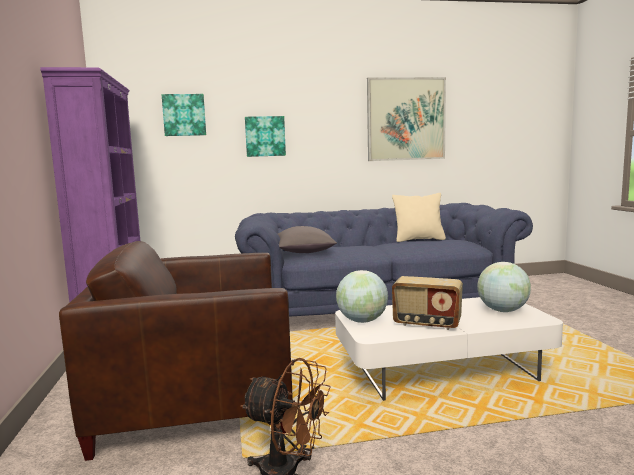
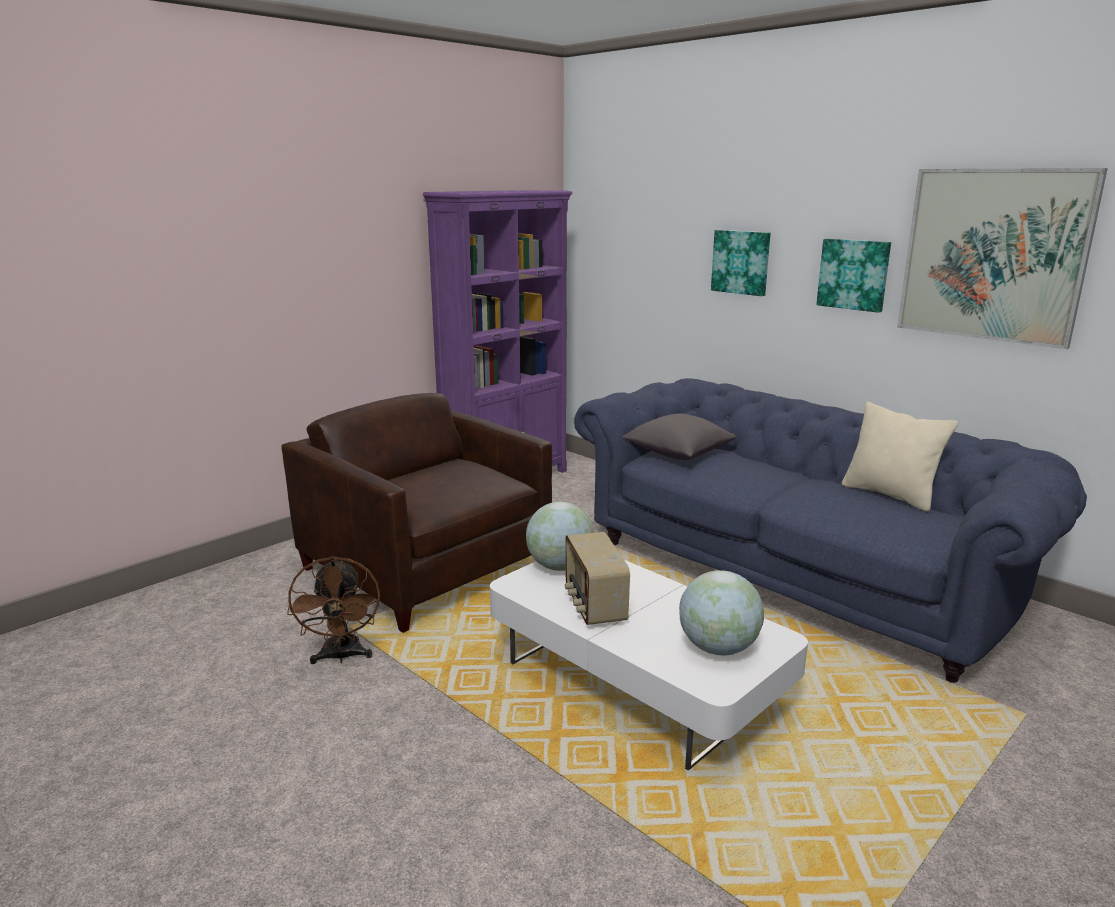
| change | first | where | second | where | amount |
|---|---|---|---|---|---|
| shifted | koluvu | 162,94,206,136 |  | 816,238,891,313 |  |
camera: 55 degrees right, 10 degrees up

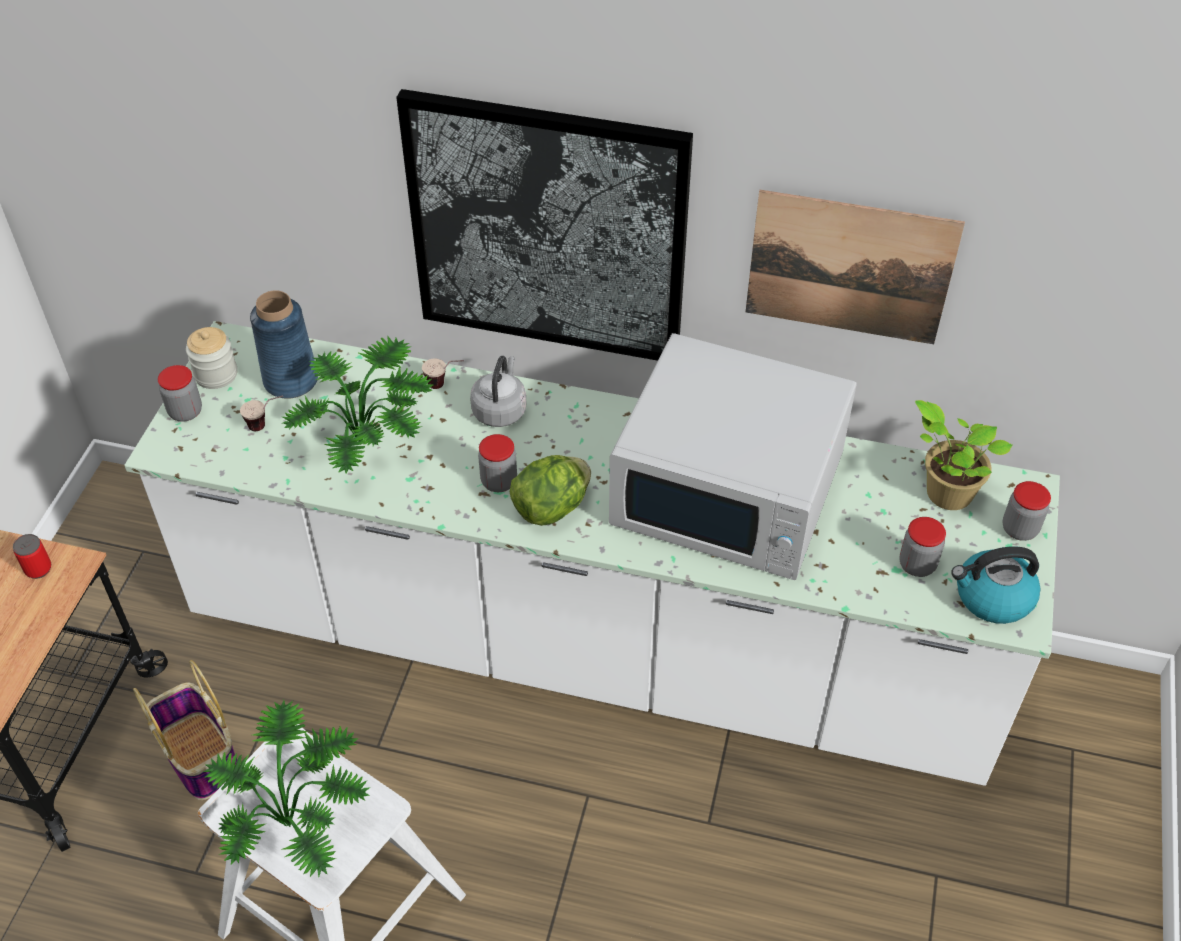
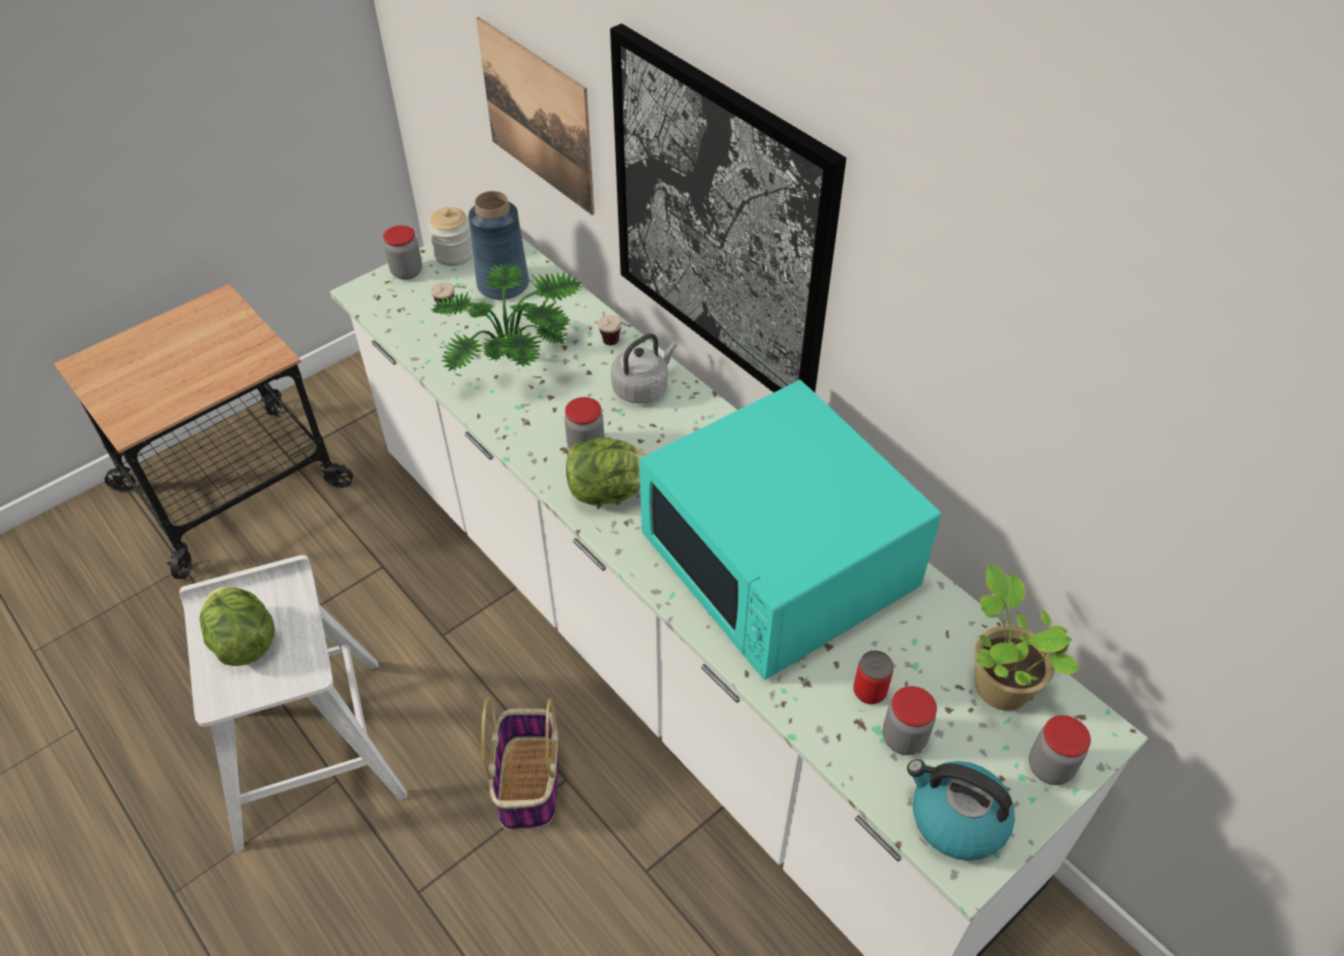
| change | first | where | second | where | amount |
|---|---|---|---|---|---|
| shifted | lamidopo | 13,534,51,579 |  | 853,651,893,704 |  |
| shifted | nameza | 133,660,237,800 |  | 481,697,559,830 |  |
| shifted | koluvu | 746,190,965,344 |  | 476,17,595,215 |  |
| swapped | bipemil | 203,700,369,877 | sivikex | 200,586,275,666 |  |
| repainted | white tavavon | 609,333,857,580 | turquoise tavavon | 639,380,941,680 |  |
camera: 35 degrees right, 0 degrees up

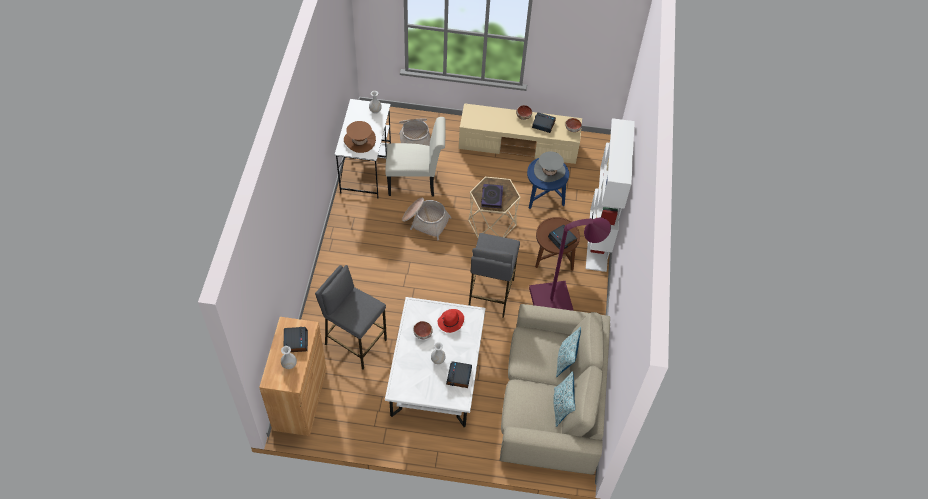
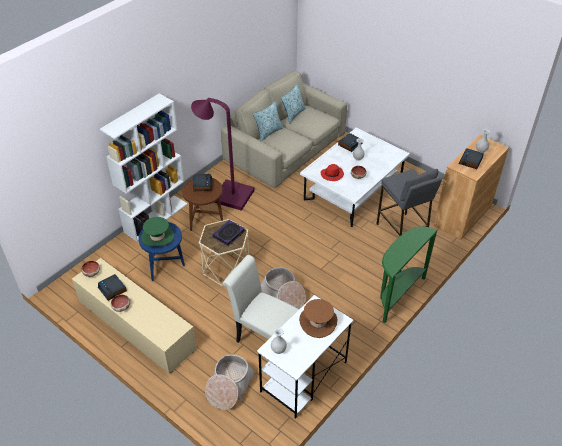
| change | first | where | second | where | amount |
|---|---|---|---|---|---|
| gone | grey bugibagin | 469,233,520,318 |  |  |  |
| new |  |  | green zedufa | 380,226,438,323 |  |
| repainted | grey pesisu | 534,151,566,182 | green pesisu | 141,217,174,246 |  |
camera: 145 degrees left, 10 degrees down

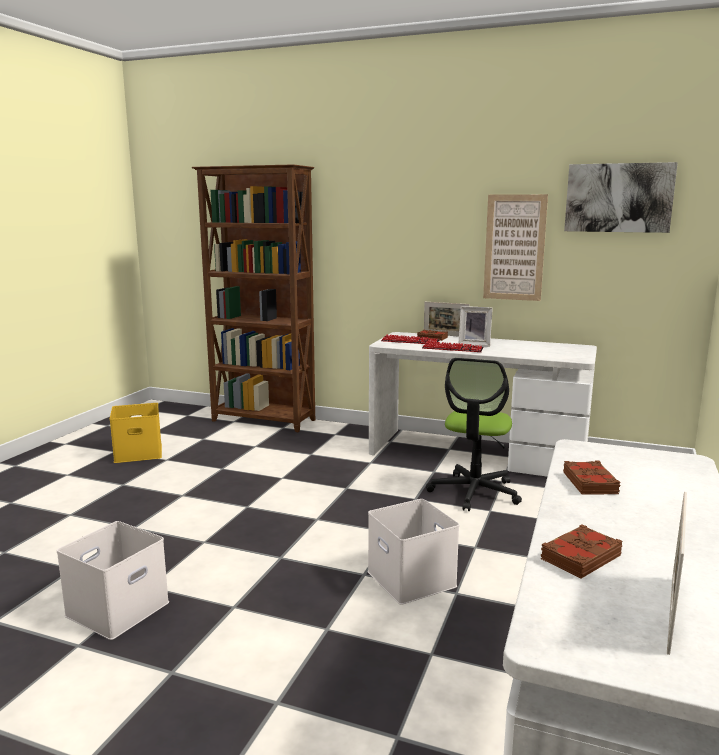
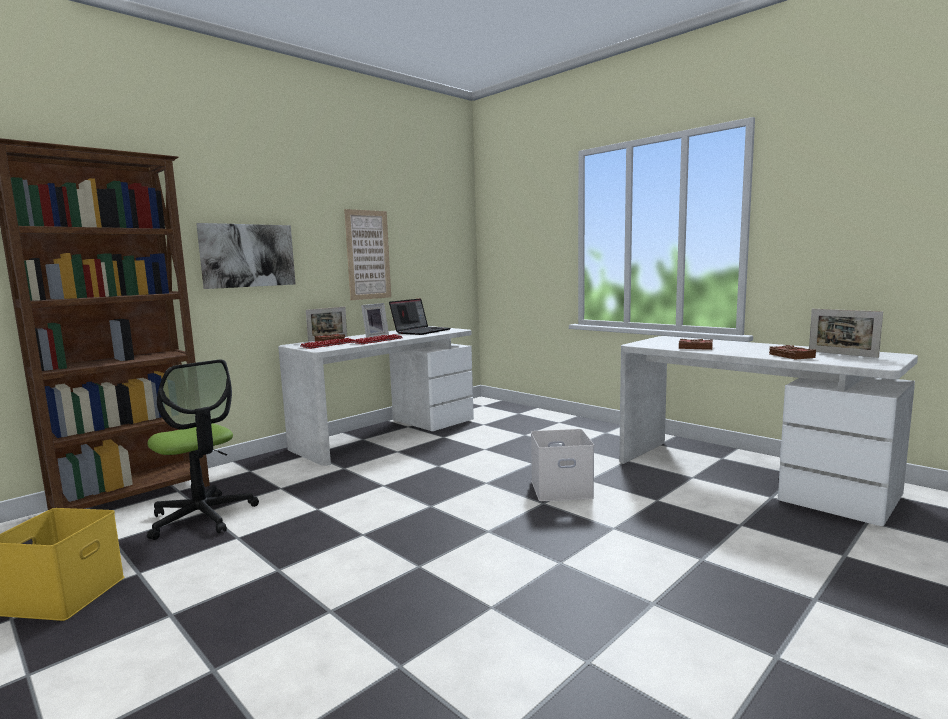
| change | first | where | second | where | amount |
|---|---|---|---|---|---|
| gone | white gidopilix | 57,521,169,640 |  |  |  |
| new |  |  | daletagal | 389,298,451,335 |  |
| shifted | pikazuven | 426,358,522,511 |  | 147,359,259,540 |  |
| shifted | koluvu | 564,162,678,233 |  | 196,223,296,289 |  |
camera: 65 degrees left, 5 degrees down

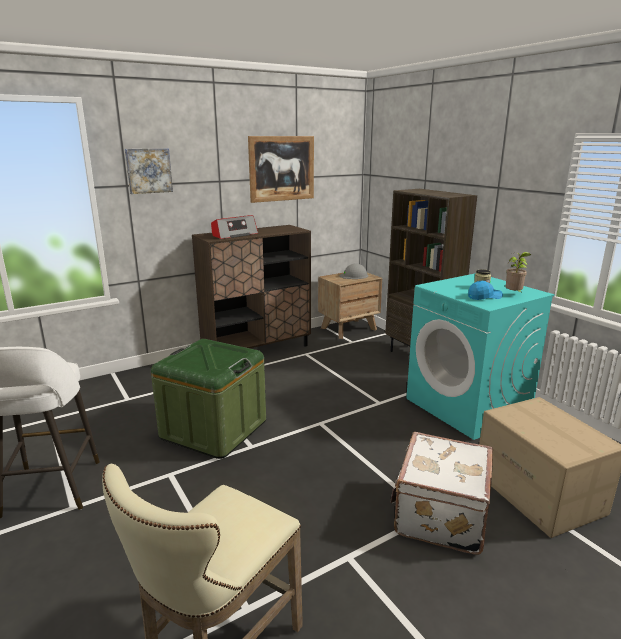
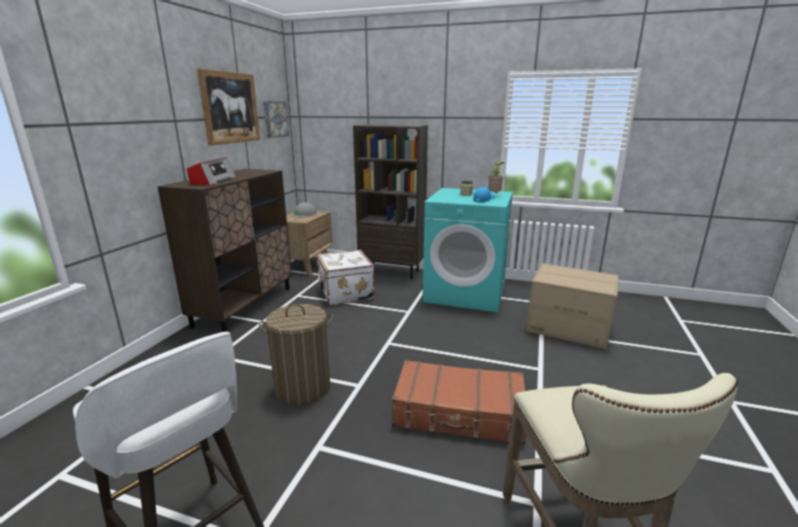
| change | first | where | second | where | amount |
|---|---|---|---|---|---|
| new |  |  | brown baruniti | 392,360,527,445 |  |
| shifted | koluvu | 125,148,173,194 |  | 263,101,289,138 |  |
| shifted | white baruniti | 391,432,493,555 |  | 316,250,375,305 |  |
| swapped | green gidopilix | 151,339,266,459 | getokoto | 259,304,333,405 |  |
camera: 40 degrees left, 0 degrees up

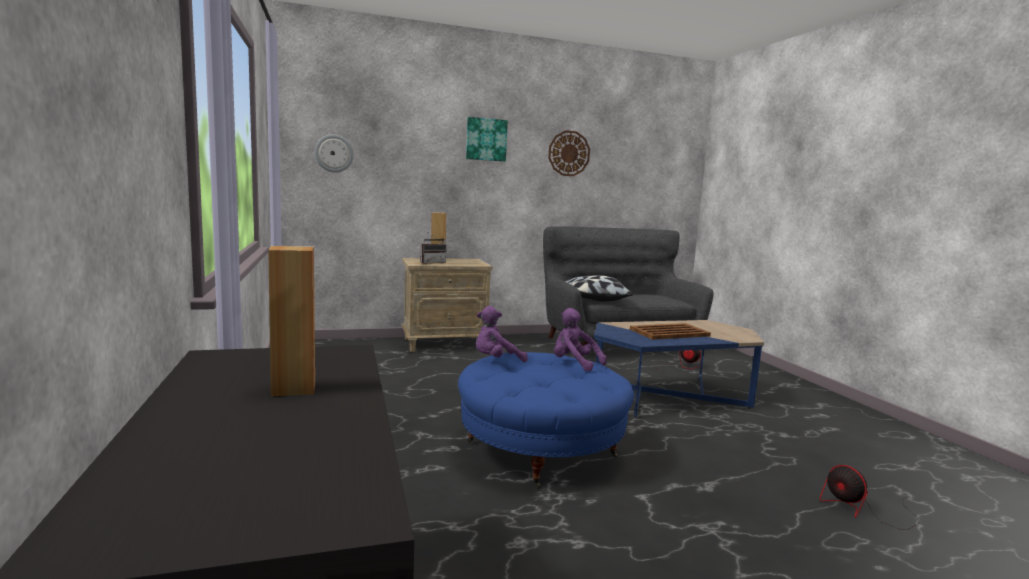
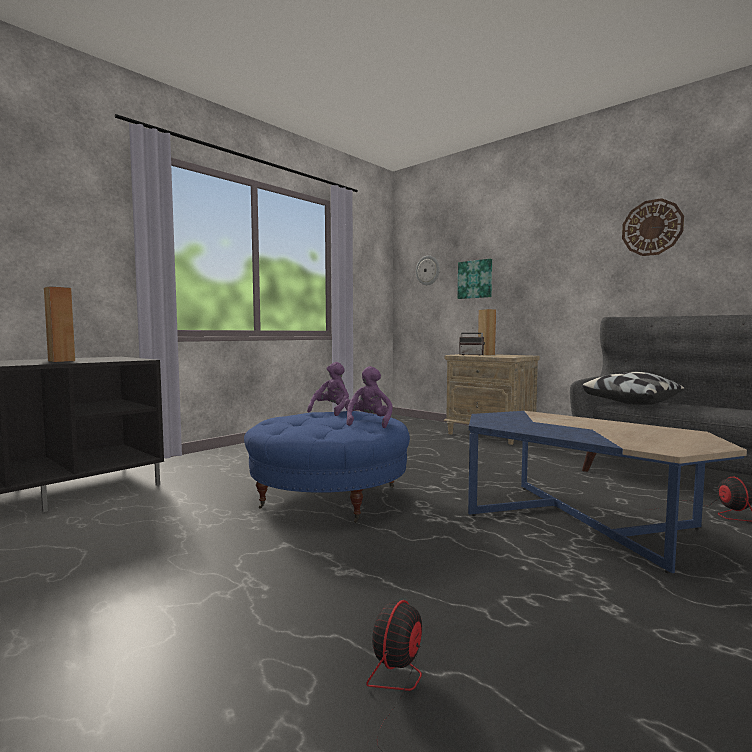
| change | first | where | second | where | amount |
|---|---|---|---|---|---|
| gone | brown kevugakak | 630,323,711,340 |  |  |  |
| shifted | koluvu | 466,117,508,162 |  | 458,259,492,299 |  |
| rotated | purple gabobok | 476,306,528,362 |  | 307,362,349,416 | 75 degrees clockwise |
camera: 60 degrees right, 5 degrees down

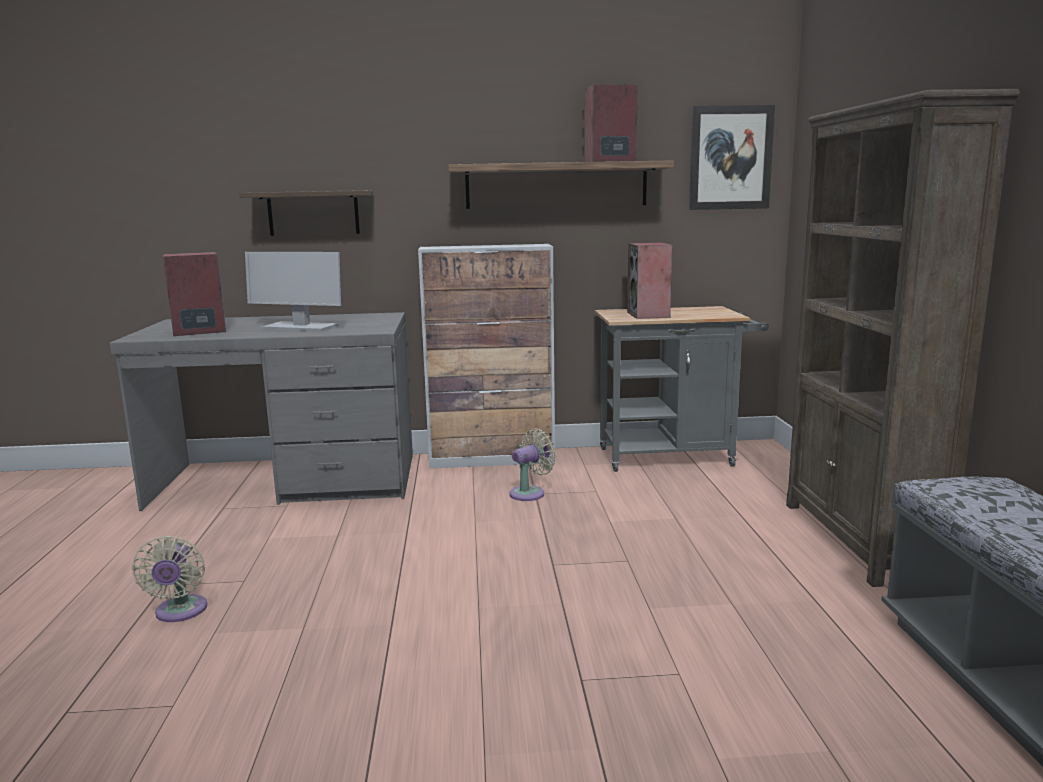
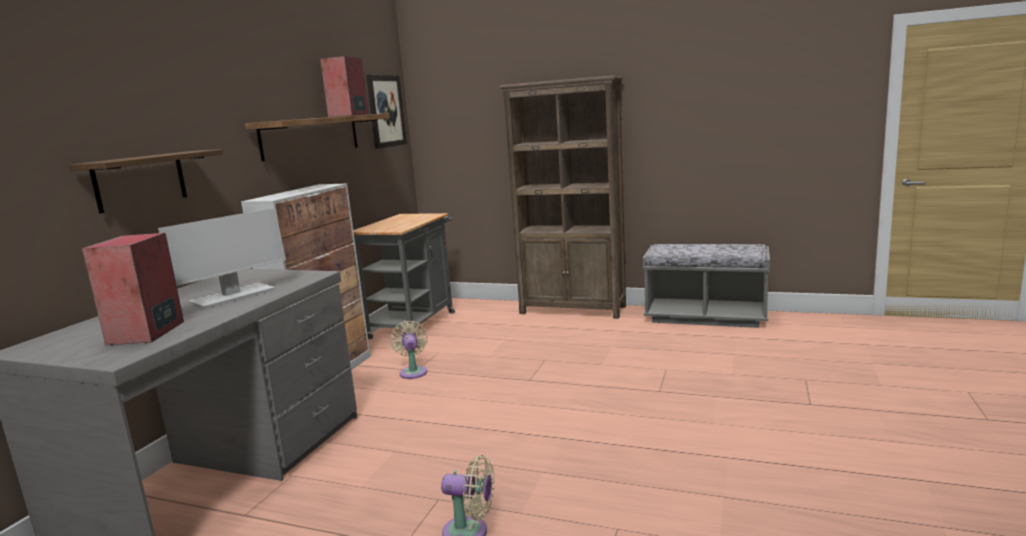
| change | first | where | second | where | amount |
|---|---|---|---|---|---|
| gone | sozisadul | 627,242,672,319 |  |  |  |
camera: 65 degrees left, 0 degrees up

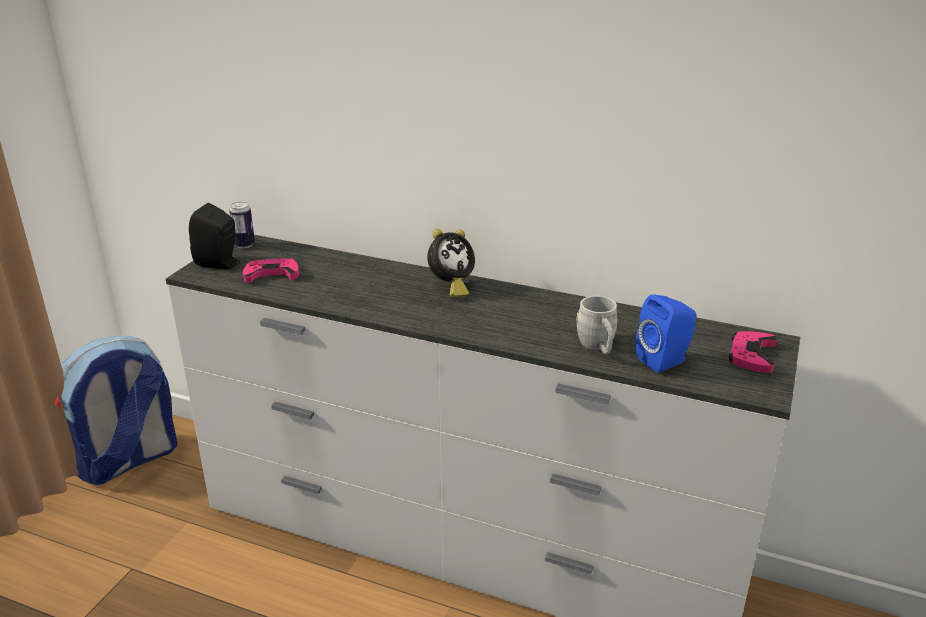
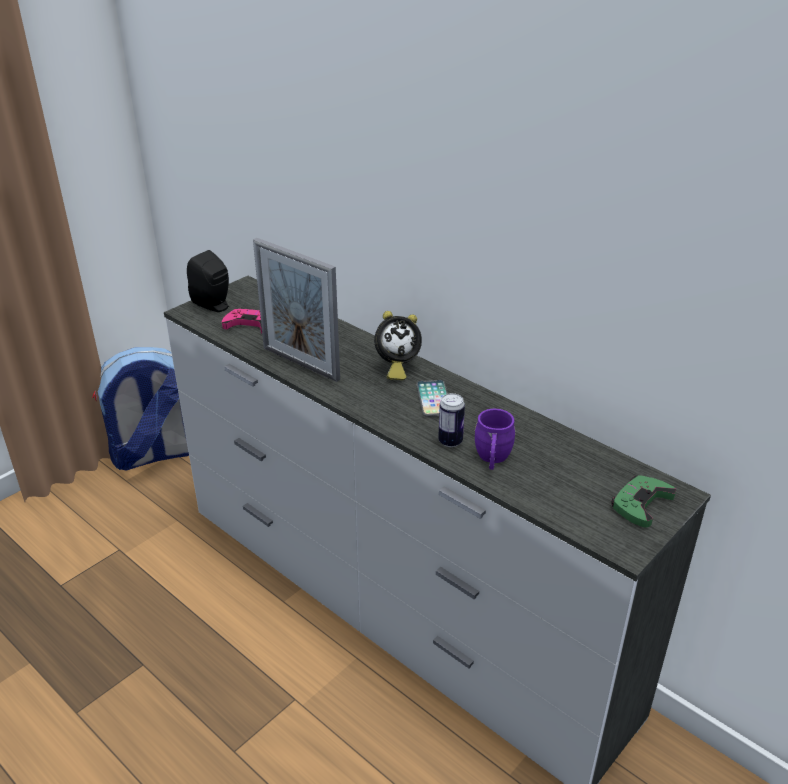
| change | first | where | second | where | amount |
|---|---|---|---|---|---|
| gone | blue sozisadul | 636,294,697,373 |  |  |  |
| new |  |  | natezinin | 253,238,340,382 |  |
| new |  |  | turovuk | 416,380,448,417 |  |
| shifted | lamidopo | 229,202,255,248 |  | 438,393,465,447 |  |
| repainted | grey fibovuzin | 576,295,618,354 | purple fibovuzin | 475,409,516,470 |  |
| repainted | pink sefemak | 728,331,777,373 | green sefemak | 611,475,676,528 |  |
camera: 20 degrees right, 5 degrees up

